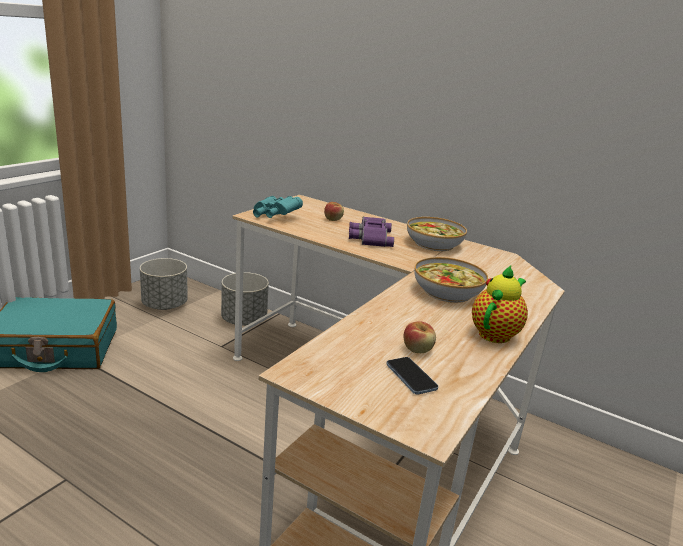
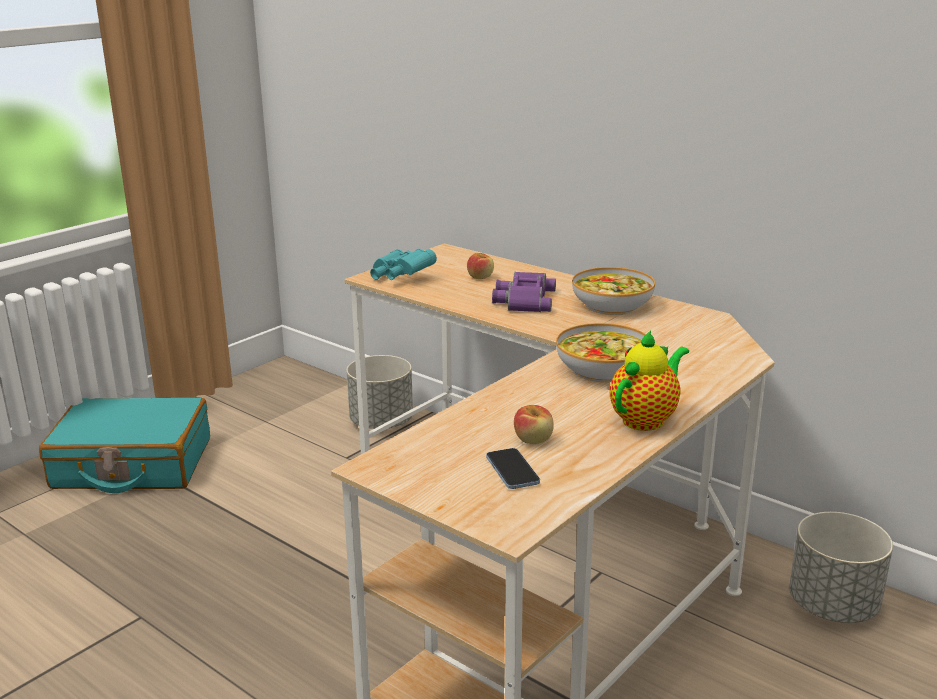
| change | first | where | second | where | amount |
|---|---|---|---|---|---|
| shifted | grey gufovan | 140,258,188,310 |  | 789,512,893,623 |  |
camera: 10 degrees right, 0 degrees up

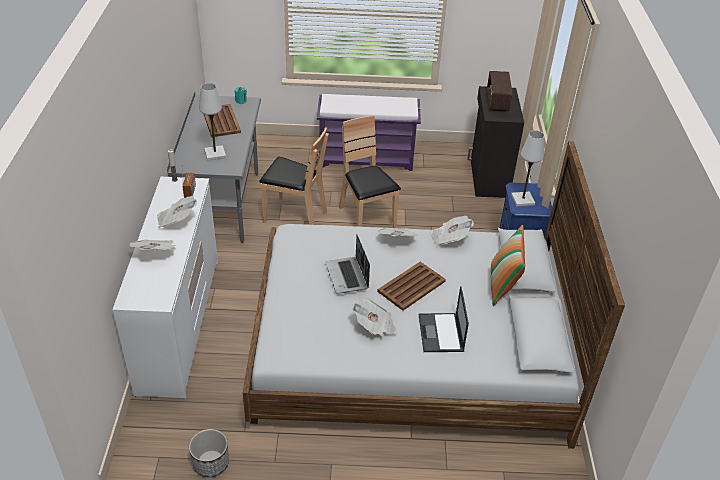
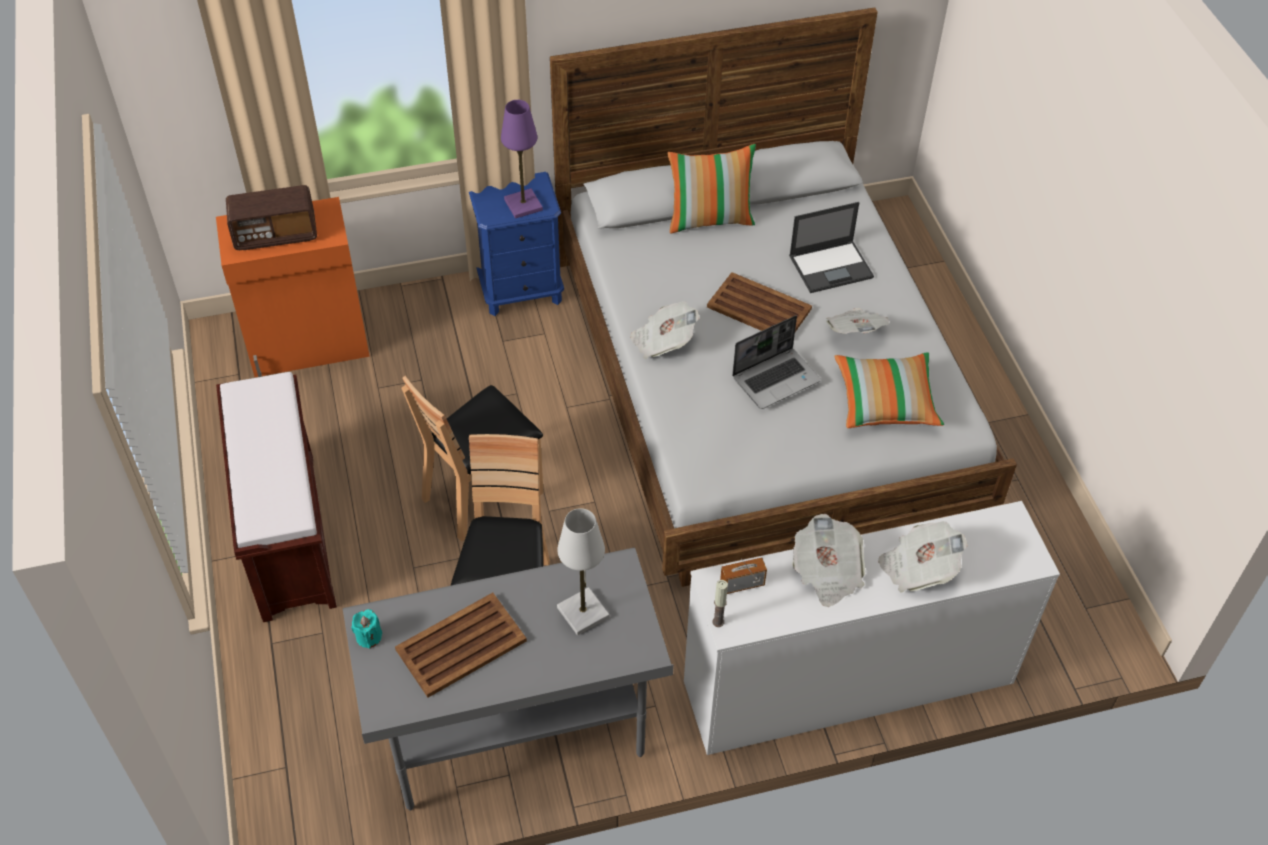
| change | first | where | second | where | amount |
|---|---|---|---|---|---|
| gone | gufovan | 189,429,229,477 |  |  |  |
| gone | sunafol | 430,216,474,245 |  |  |  |
| new |  |  | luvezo | 834,353,944,428 |  |
| repainted | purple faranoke | 317,94,421,171 | brown faranoke | 216,372,337,622 |  |
| repainted | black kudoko | 467,86,524,198 | orange kudoko | 216,197,370,377 |  |
| repainted | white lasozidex | 511,130,544,207 | purple lasozidex | 501,100,543,219 |  |
camera: 105 degrees left, 10 degrees up

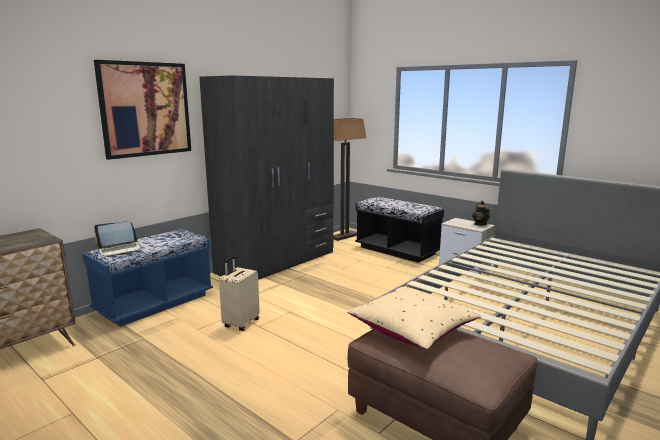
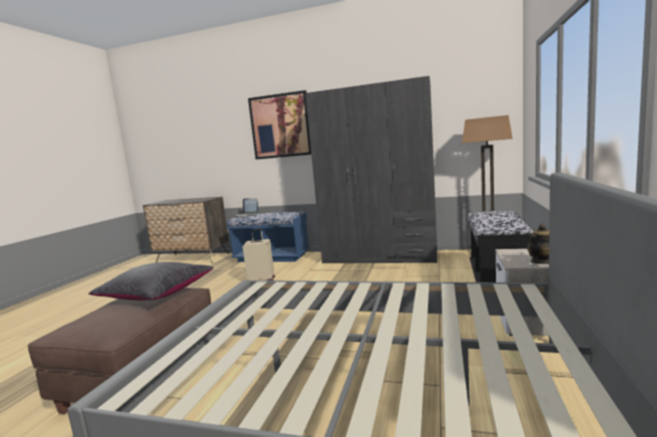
| change | first | where | second | where | amount |
|---|---|---|---|---|---|
| repainted | beige luvezo | 347,286,481,349 | black luvezo | 88,262,214,300 |  |
camera: 65 degrees right, 5 degrees down

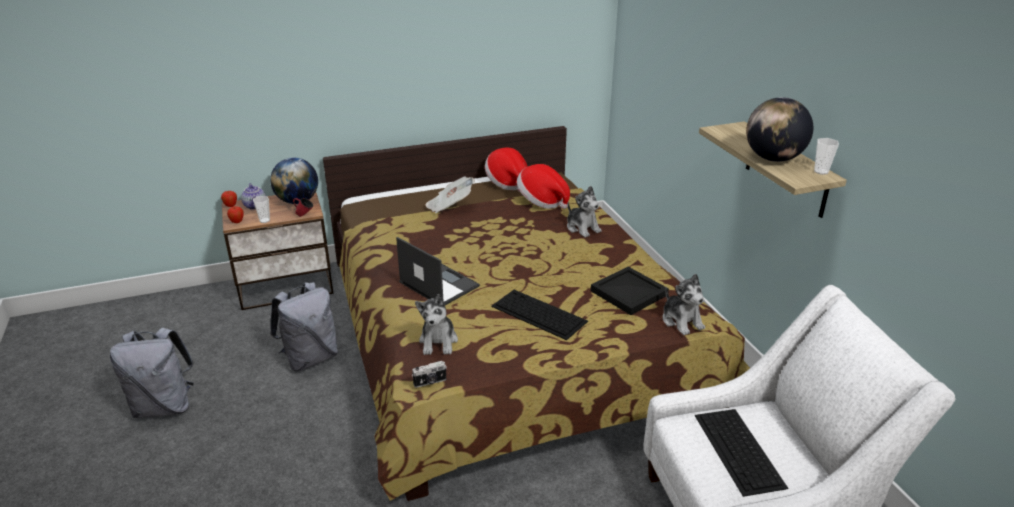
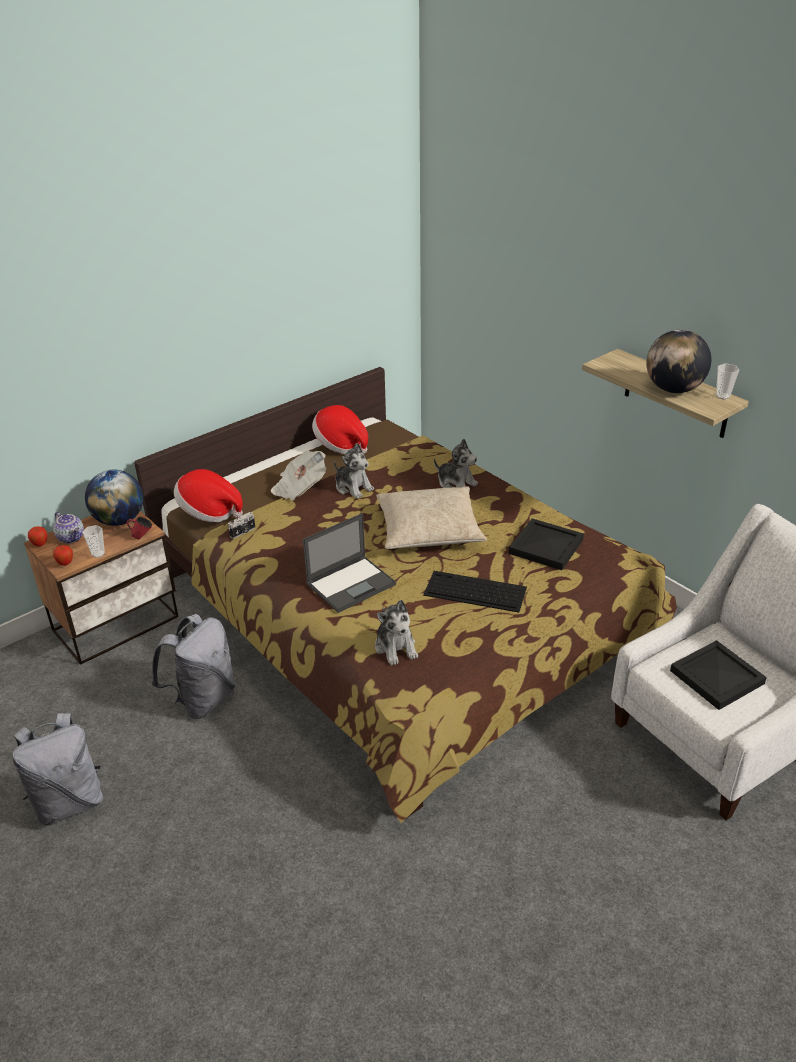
| change | first | where | second | where | amount |
|---|---|---|---|---|---|
| new |  |  | beige luvezo | 376,486,487,549 |  |
| shifted | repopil | 412,361,447,388 |  | 228,512,255,539 |  |
| shifted | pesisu | 517,164,570,209 |  | 174,469,243,522 |  |
| shifted | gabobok | 663,274,705,335 |  | 333,443,374,499 |  |
| swapped | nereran | 695,409,788,497 | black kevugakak | 670,640,767,710 |  |
| rotated | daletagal | 396,237,480,305 |  | 303,513,396,613 | 120 degrees clockwise |
camera: 20 degrees left, 5 degrees up

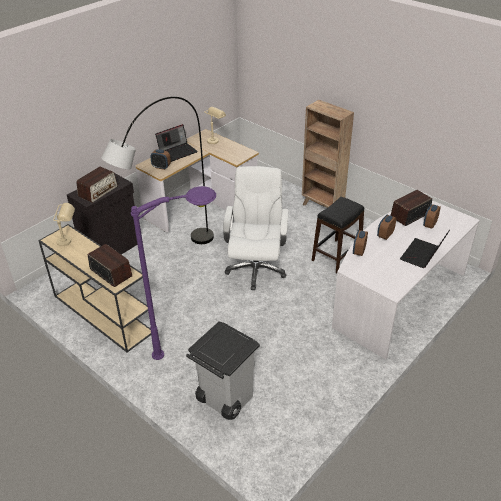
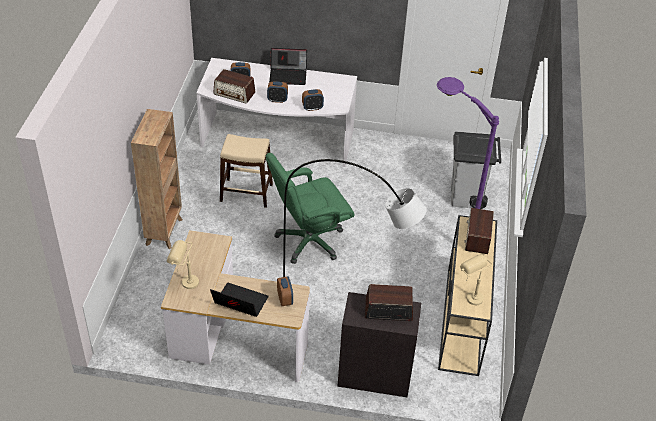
| change | first | where | second | where | amount |
|---|---|---|---|---|---|
| repainted | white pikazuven | 223,166,289,290 | green pikazuven | 266,153,355,264 |  |
| repainted | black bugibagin | 312,197,364,273 | beige bugibagin | 220,134,273,208 |  |
camera: 125 degrees left, 5 degrees up

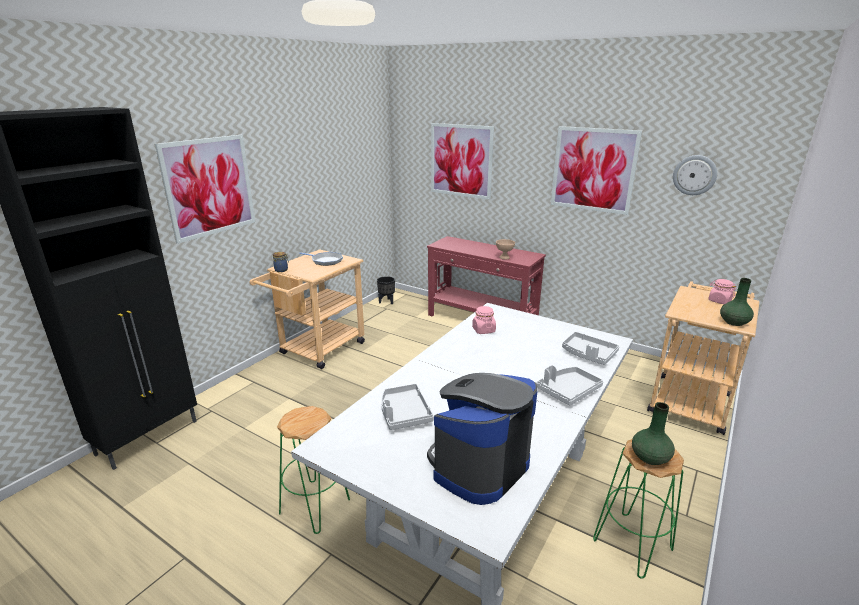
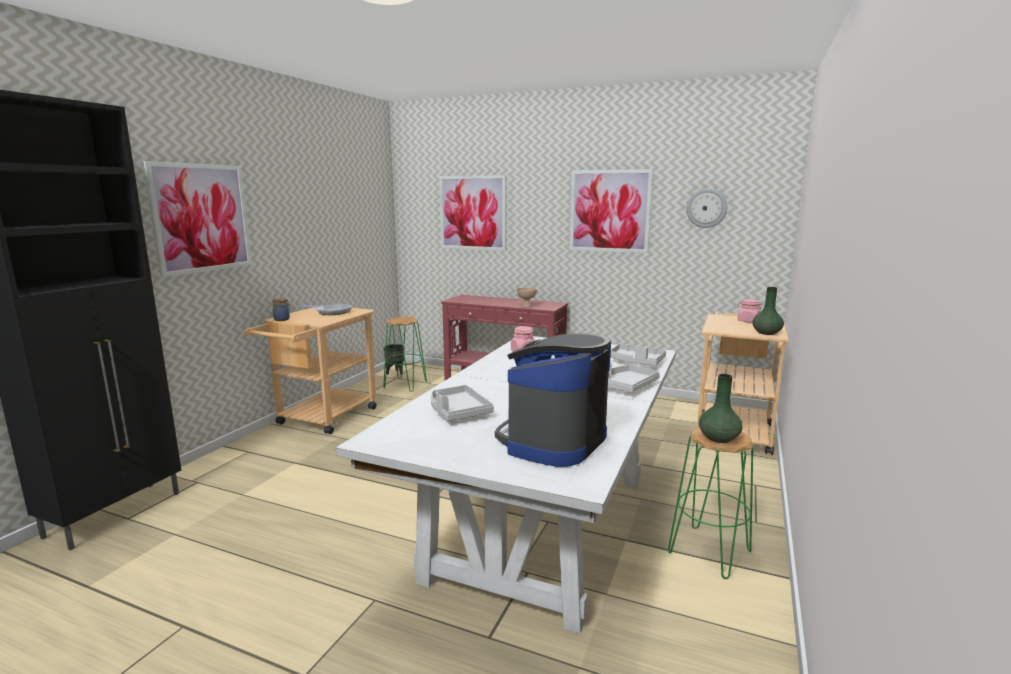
| change | first | where | second | where | amount |
|---|---|---|---|---|---|
| shifted | green bugibagin | 277,406,350,534 |  | 383,317,427,392 |  |
camera: 10 degrees left, 10 degrees down

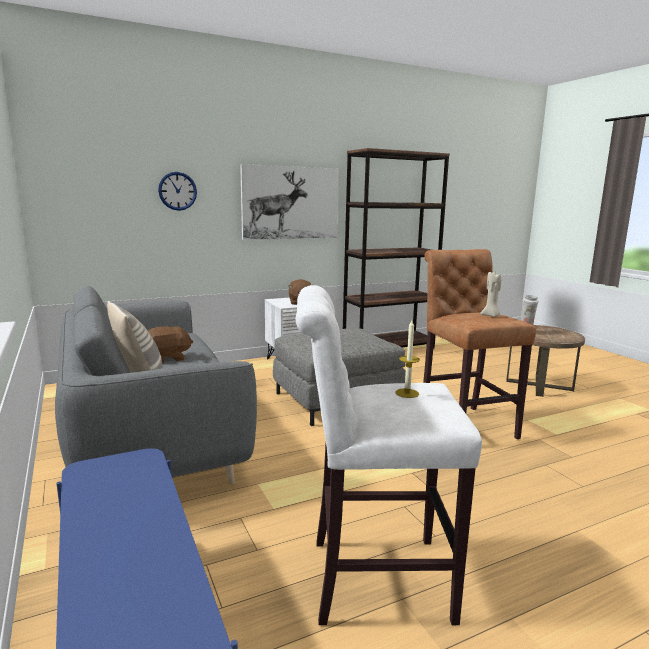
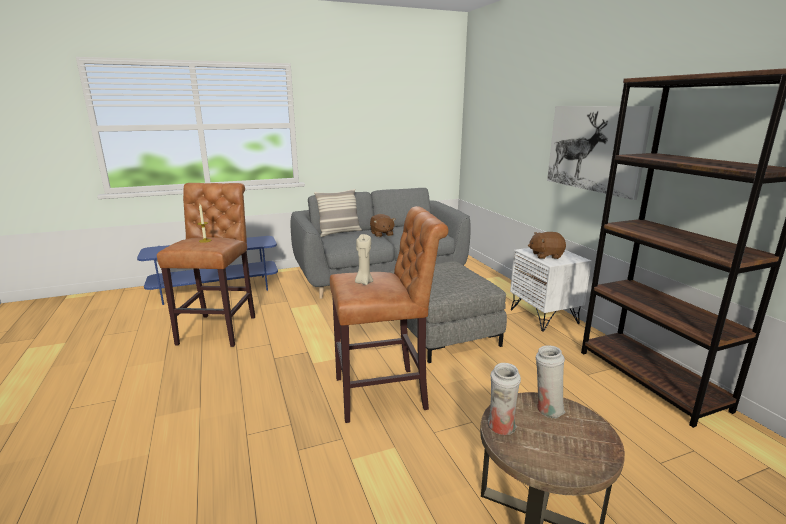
| change | first | where | second | where | amount |
|---|---|---|---|---|---|
| gone | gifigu | 158,172,197,211 |  |  |  |
| new |  |  | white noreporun | 488,363,521,435 |  |
| repainted | white bugibagin | 296,285,482,625 | brown bugibagin | 157,183,255,347 |  |
camera: 95 degrees right, 5 degrees up

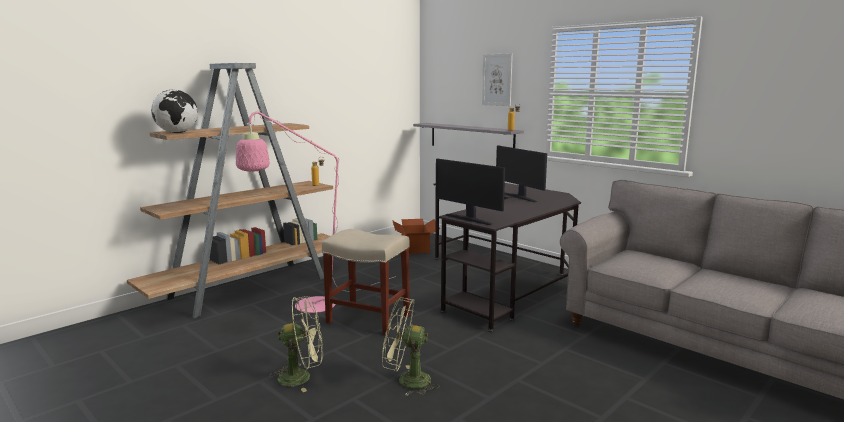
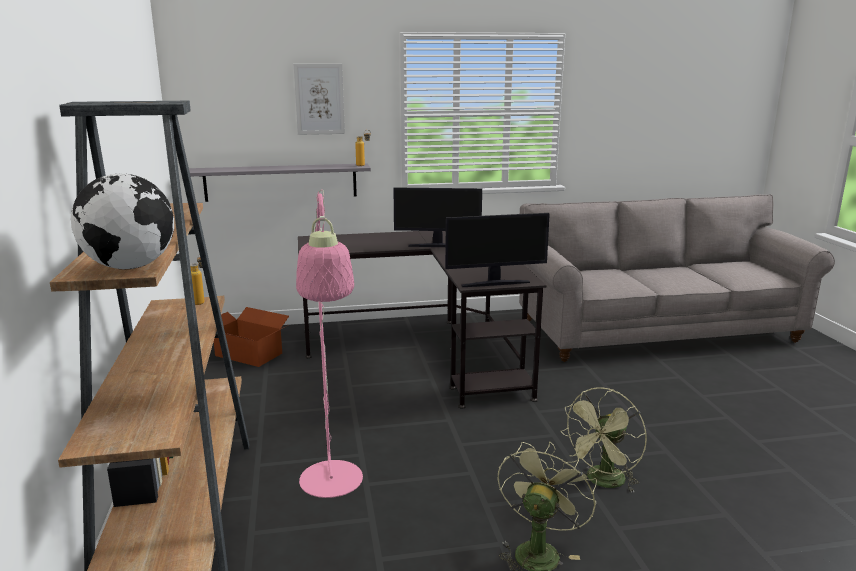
| change | first | where | second | where | amount |
|---|---|---|---|---|---|
| gone | beige bugibagin | 322,229,410,335 |  |  |  |
camera: 55 degrees left, 5 degrees up

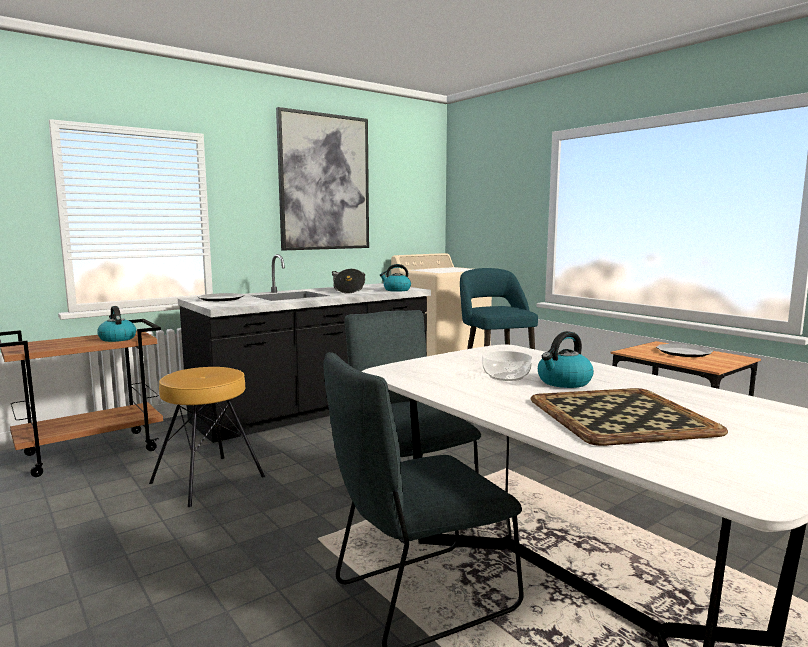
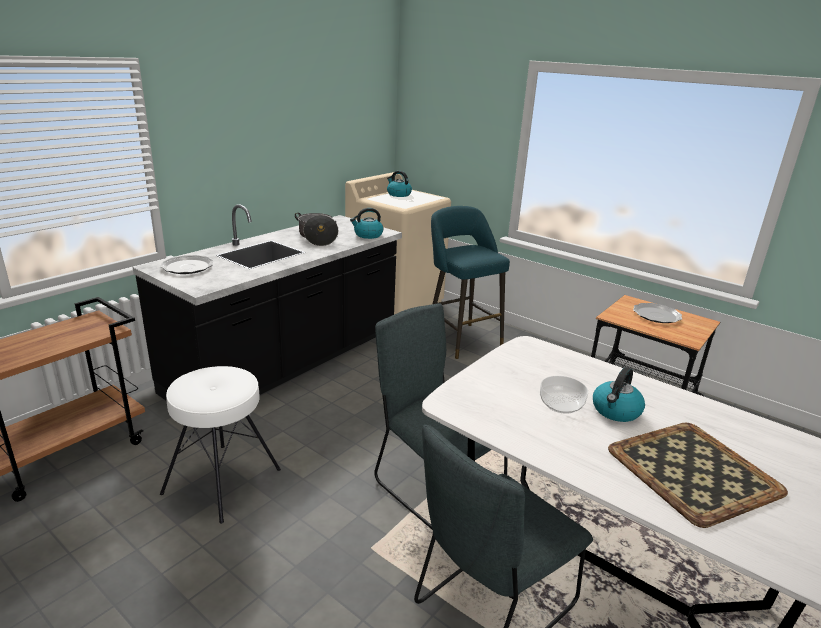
| change | first | where | second | where | amount |
|---|---|---|---|---|---|
| gone | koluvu | 276,107,369,250 |  |  |  |
| shifted | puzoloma | 97,306,136,342 |  | 387,171,412,197 |  |
| repainted | brown bugibagin | 149,367,265,507 | white bugibagin | 160,366,281,524 |  |
camera: 15 degrees left, 15 degrees up

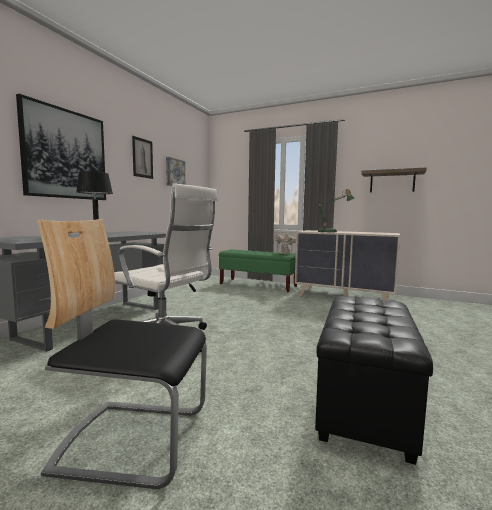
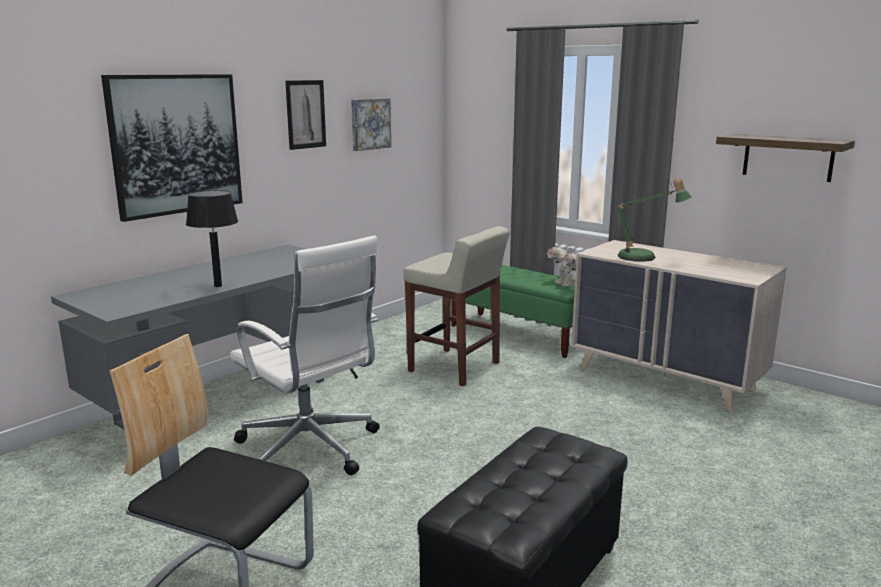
| change | first | where | second | where | amount |
|---|---|---|---|---|---|
| new |  |  | beige bugibagin | 403,226,509,386 |  |
camera: 15 degrees right, 10 degrees up

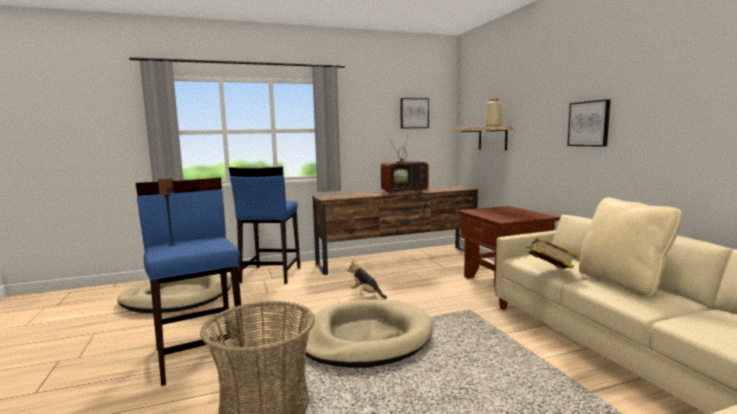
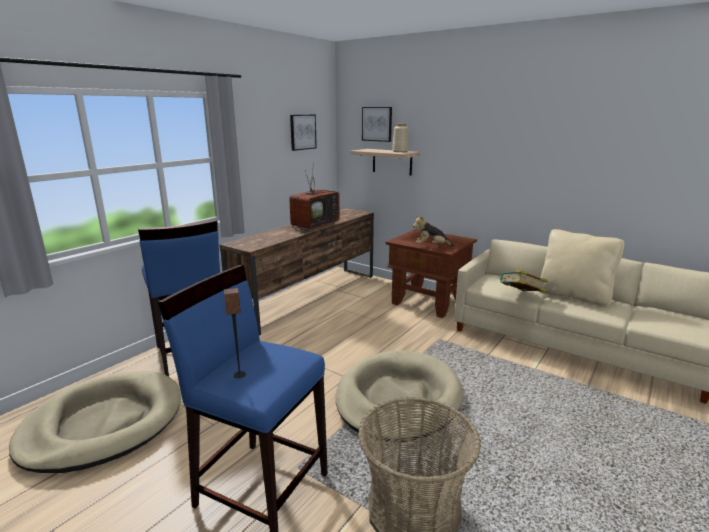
| change | first | where | second | where | amount |
|---|---|---|---|---|---|
| shifted | gabobok | 347,259,387,299 |  | 413,215,454,246 |  |
| shifted | koluvu | 567,99,610,147 |  | 362,107,392,142 |  |
camera: 35 degrees left, 10 degrees up

